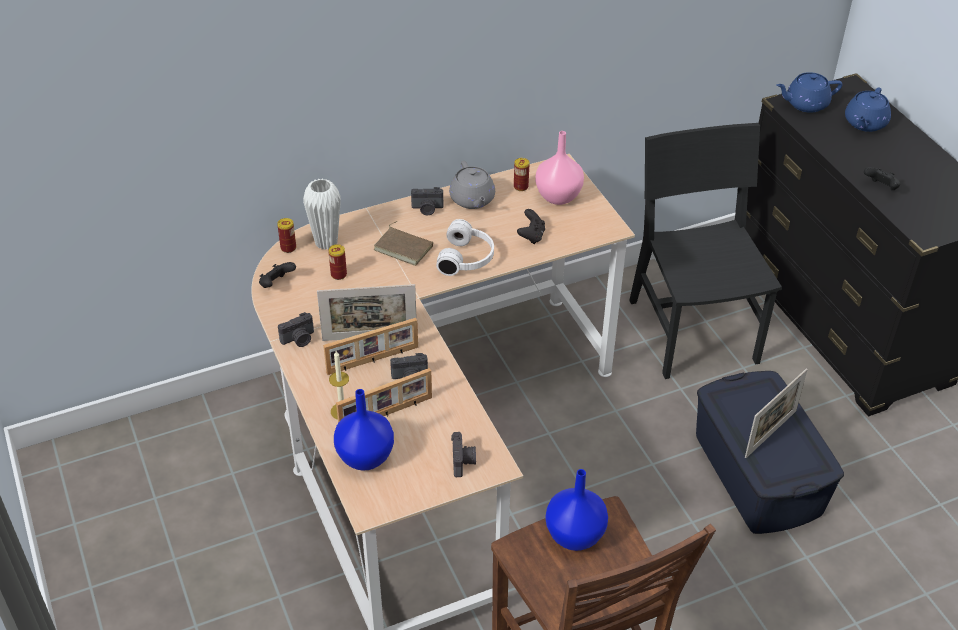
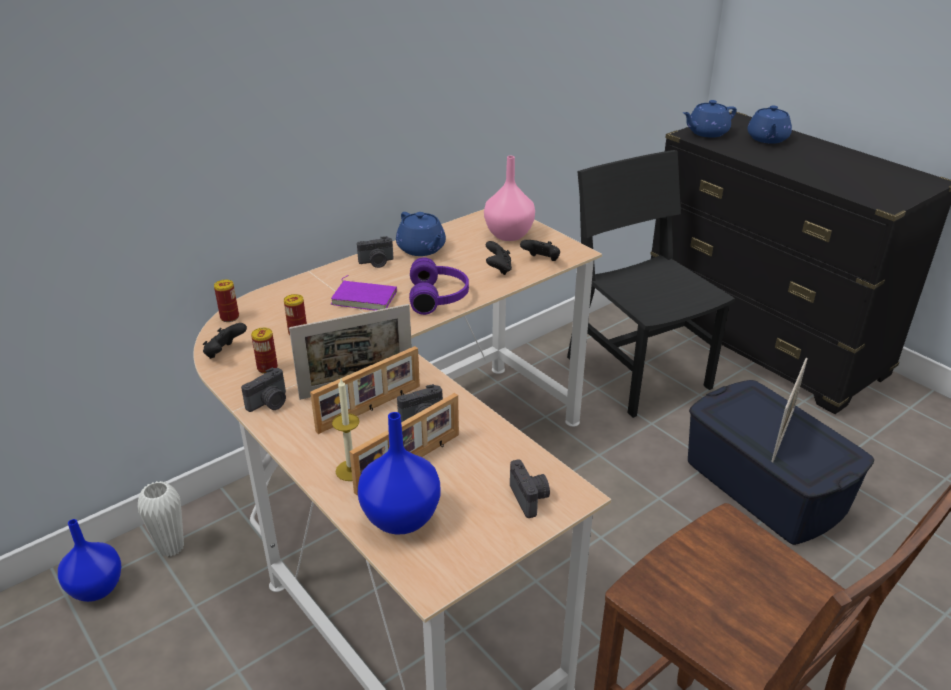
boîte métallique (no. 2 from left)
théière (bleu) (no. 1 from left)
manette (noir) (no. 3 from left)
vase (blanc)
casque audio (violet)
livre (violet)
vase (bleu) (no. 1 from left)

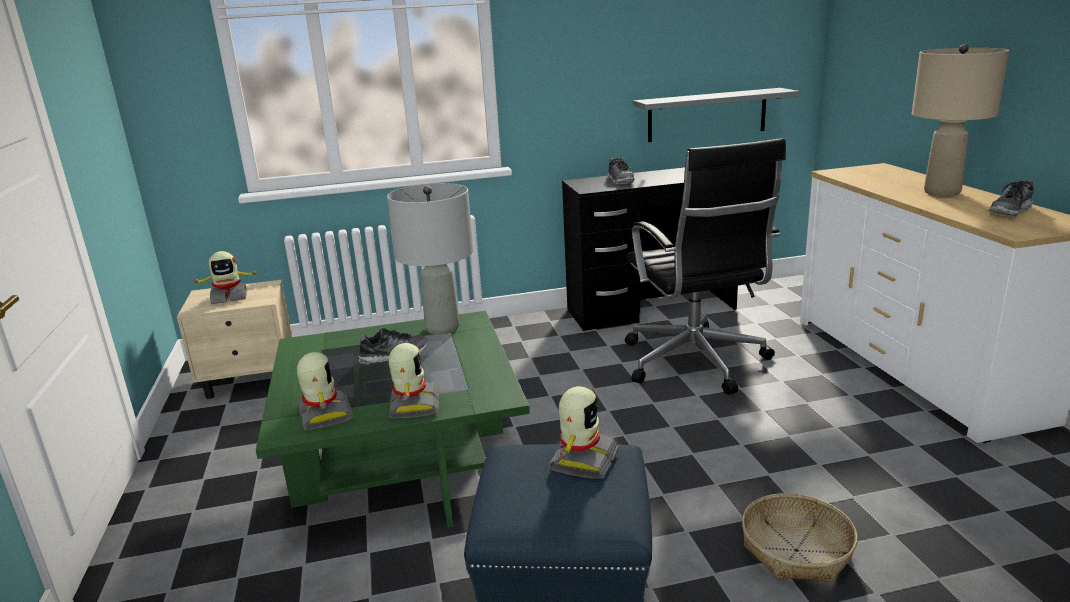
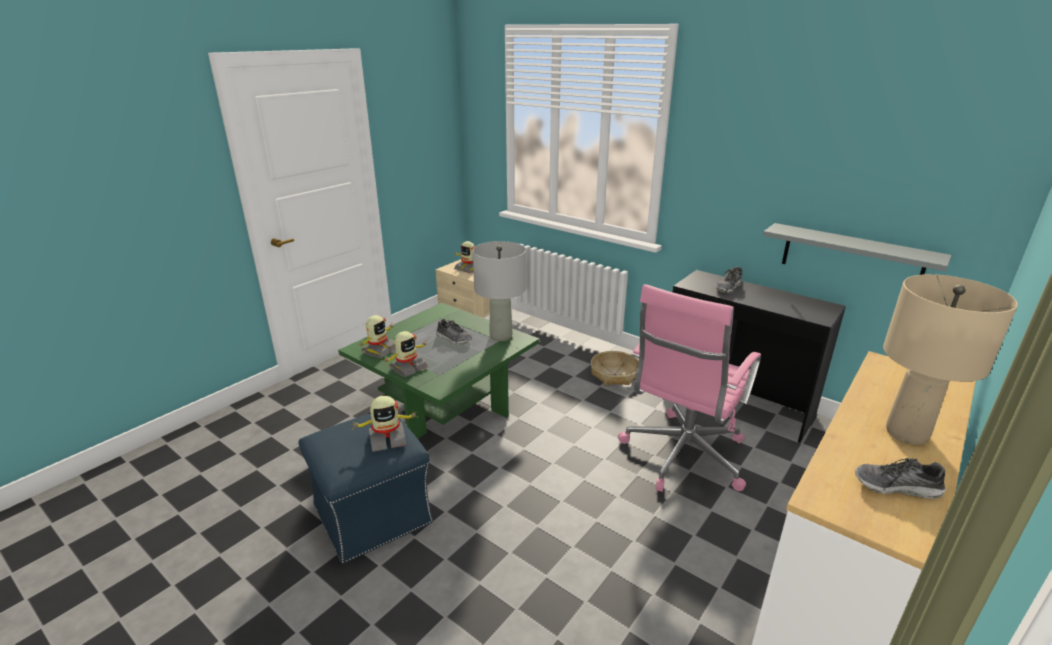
chaise de bureau (rose)
panier

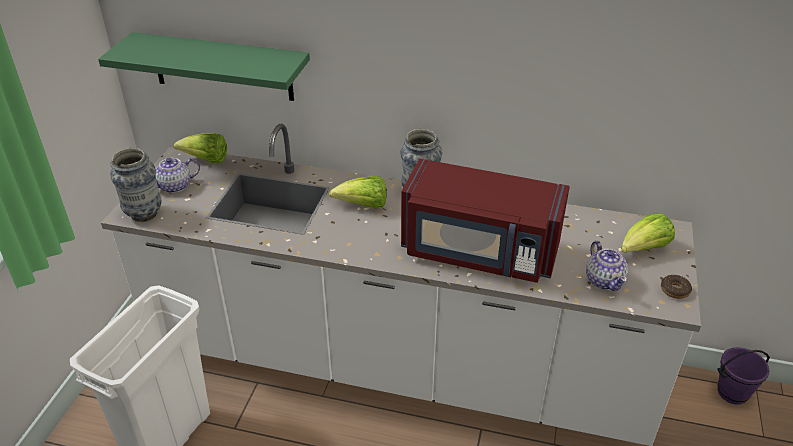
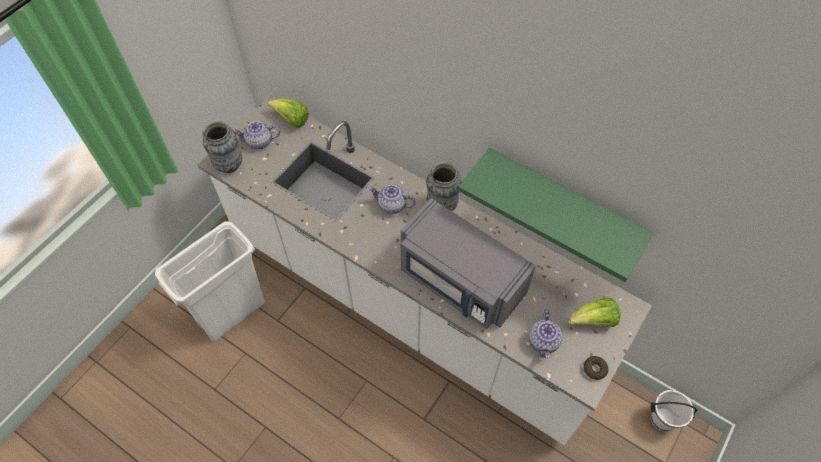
étagère (vert)
micro-ondes (gris)
théière (no. 2 from left)
seau (blanc)

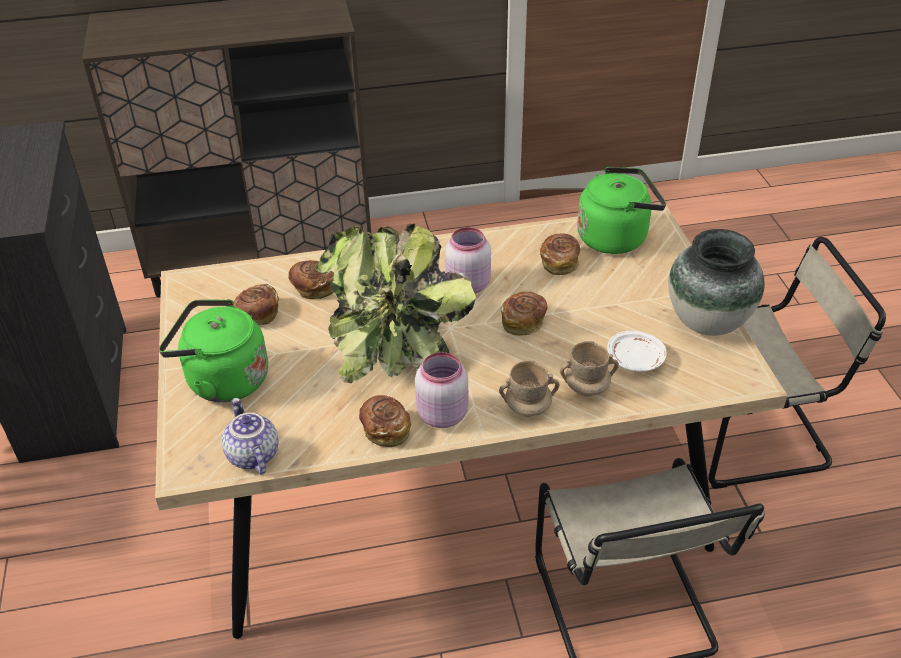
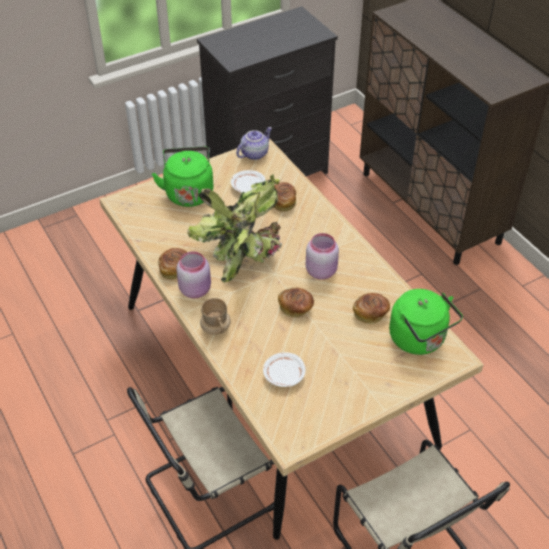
vase
assiette (blanc) (no. 1 from left)
mug (beige) (no. 2 from left in the first image)
théière

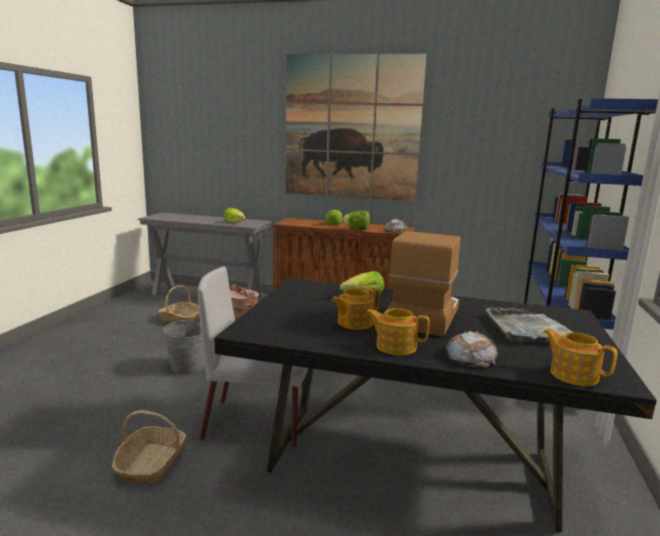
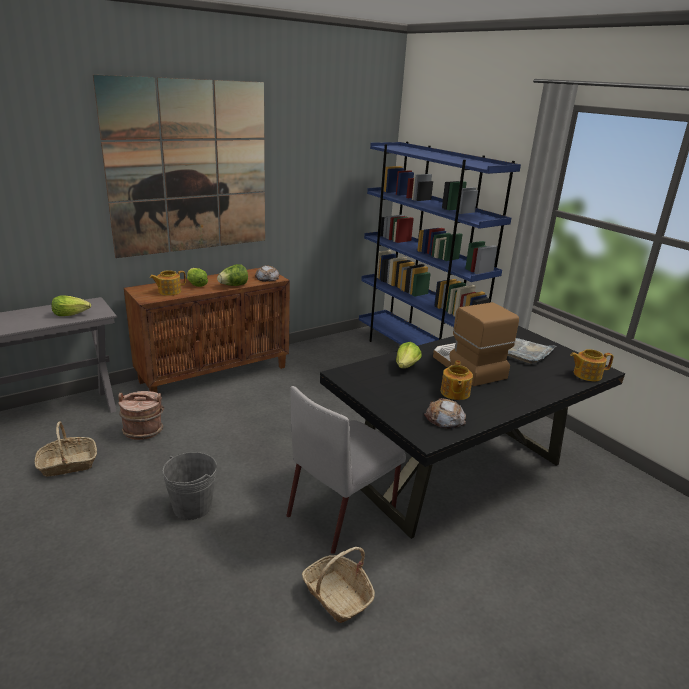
théière (no. 1 from left)
pain (no. 2 from left)

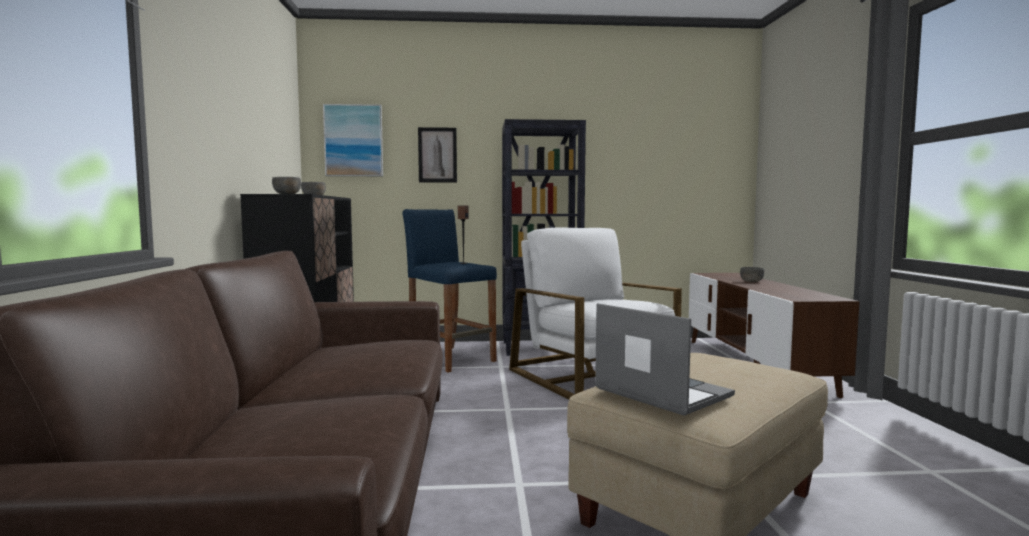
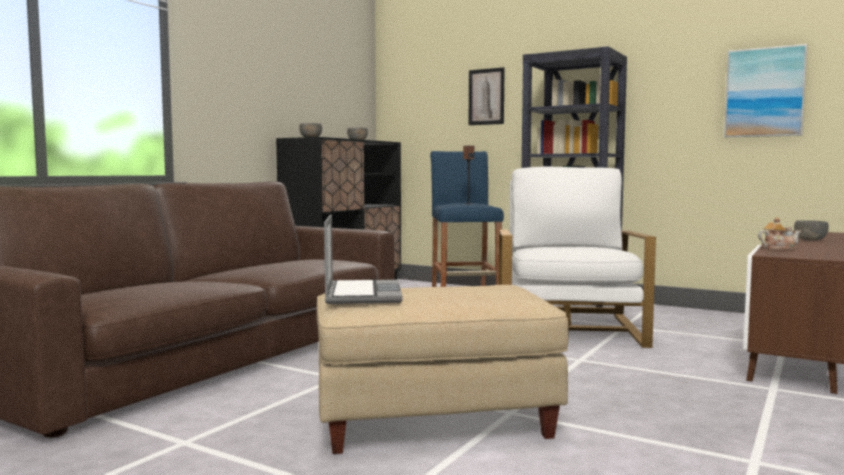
tableau (no. 2 from left)
théière

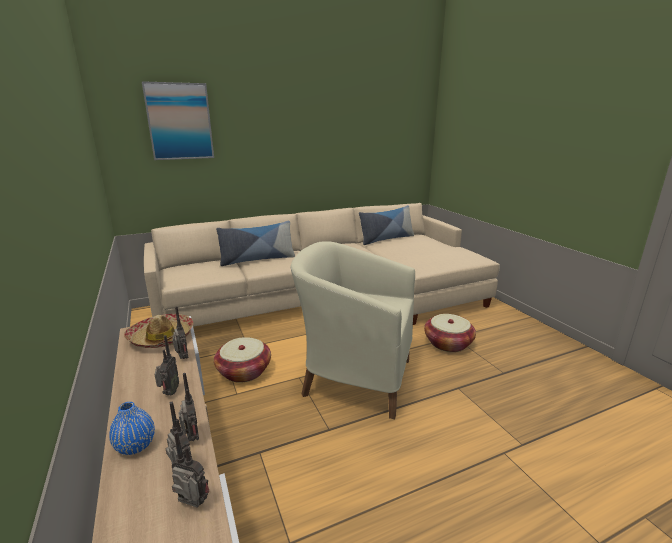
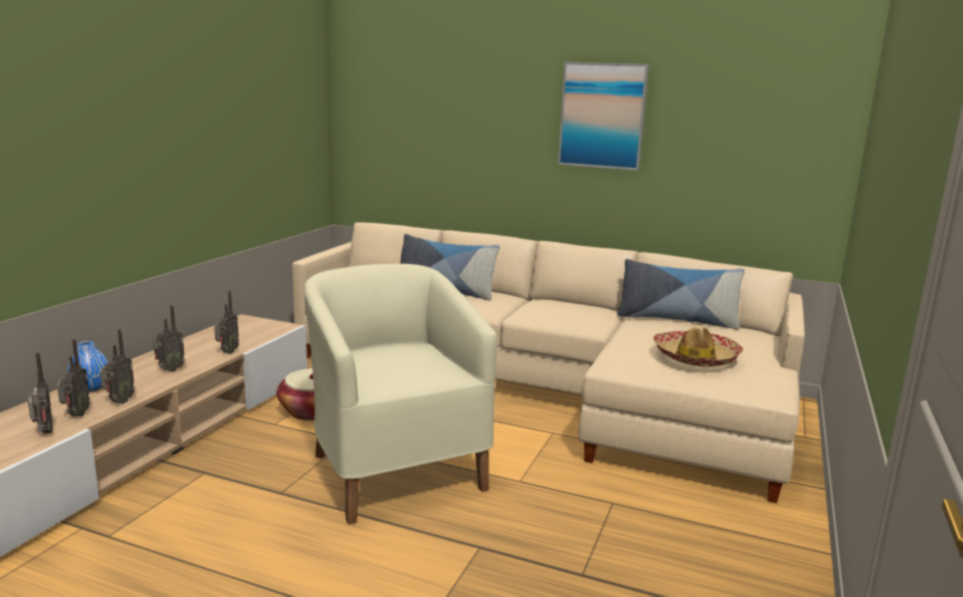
tableau
chapeau
panier (no. 2 from left in the first image)

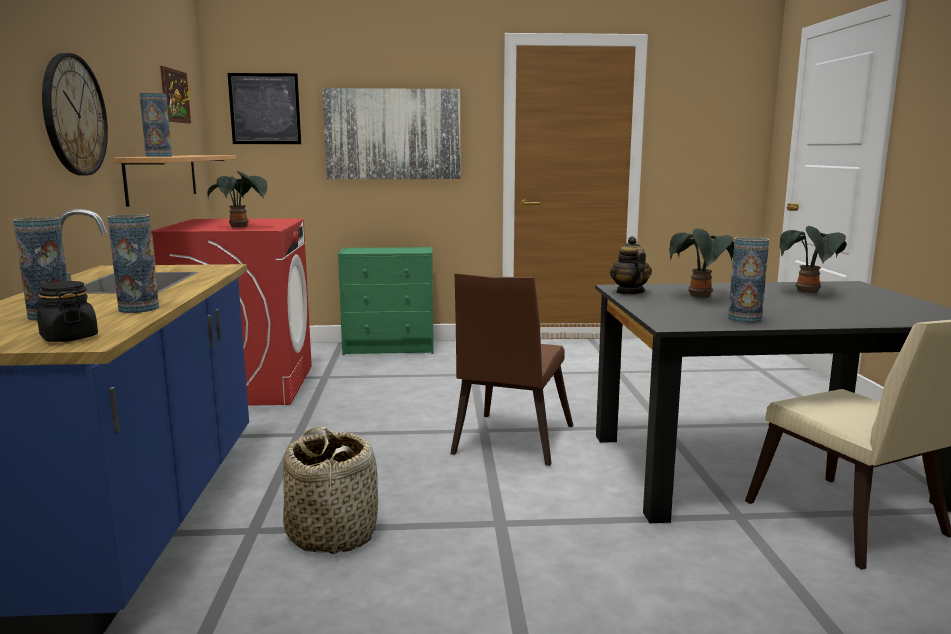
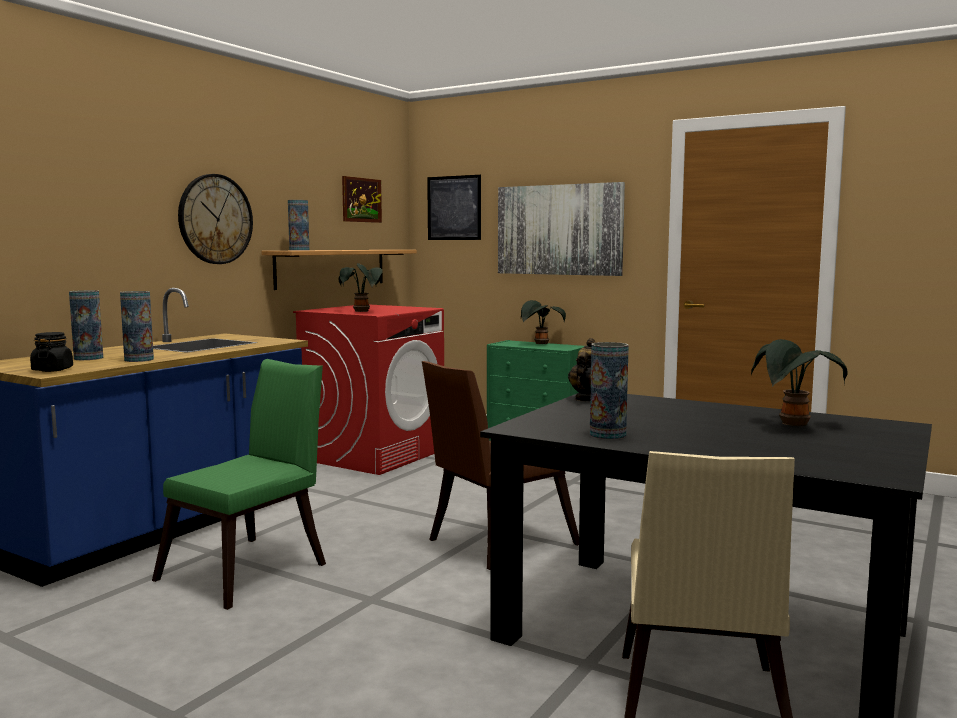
plante en pot (no. 2 from left)
chaise (vert)

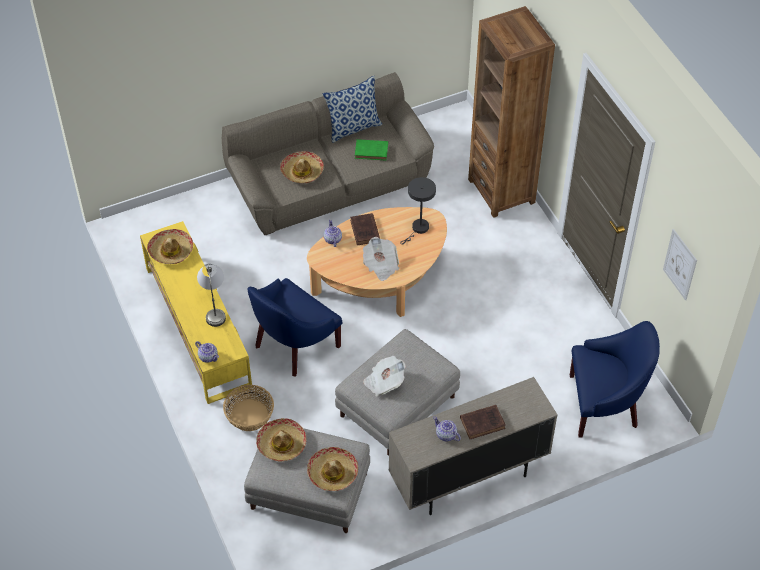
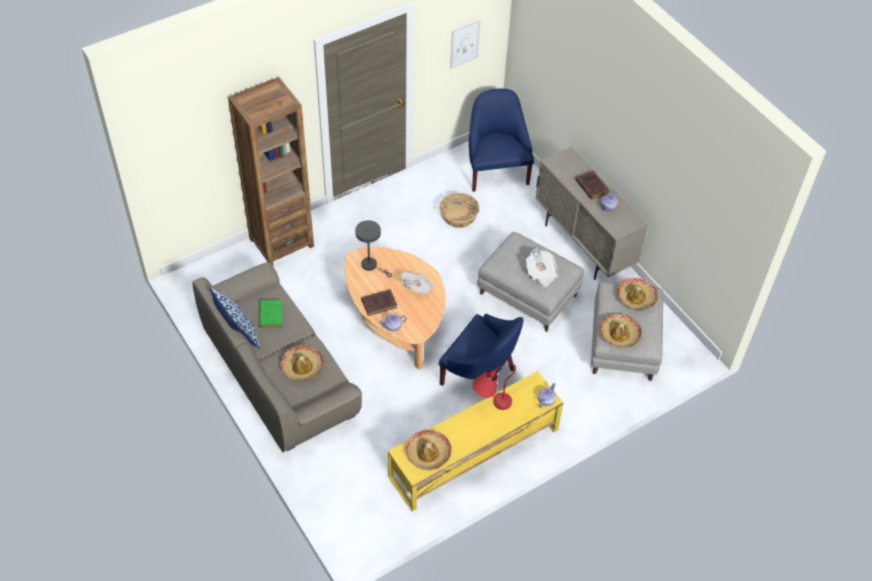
lampe de table (rouge)
panier

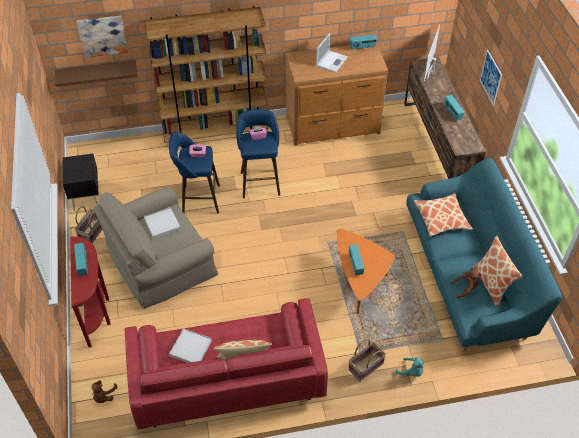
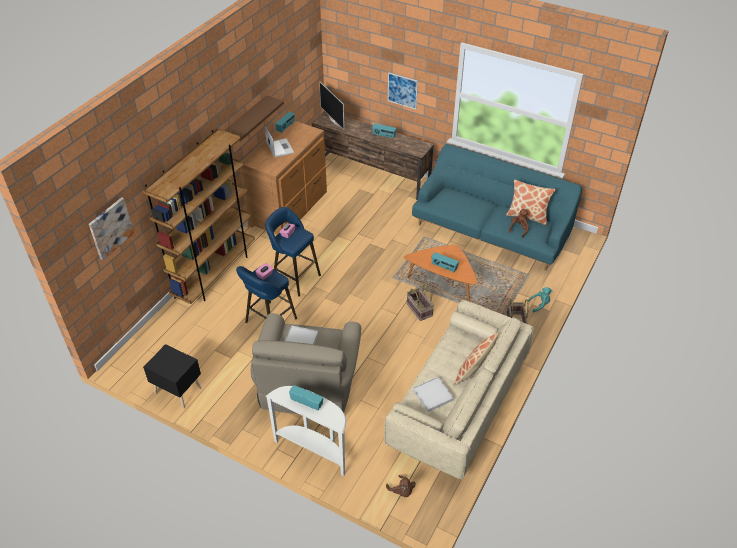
étagère (marron)
coussin (no. 2 from left in the first image)
panier (no. 1 from left)
table console (blanc)
canapé (beige)

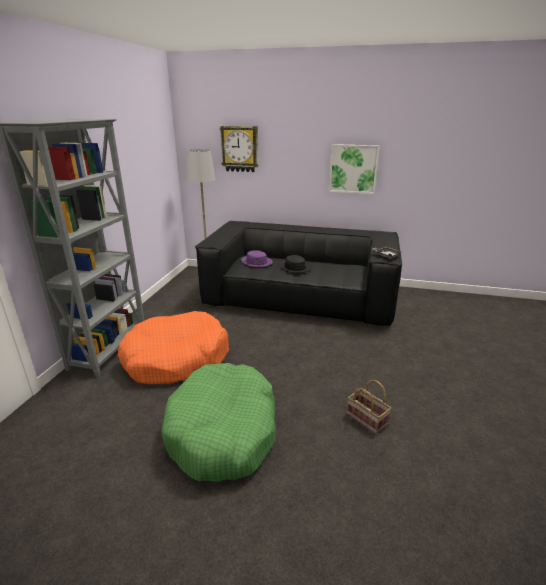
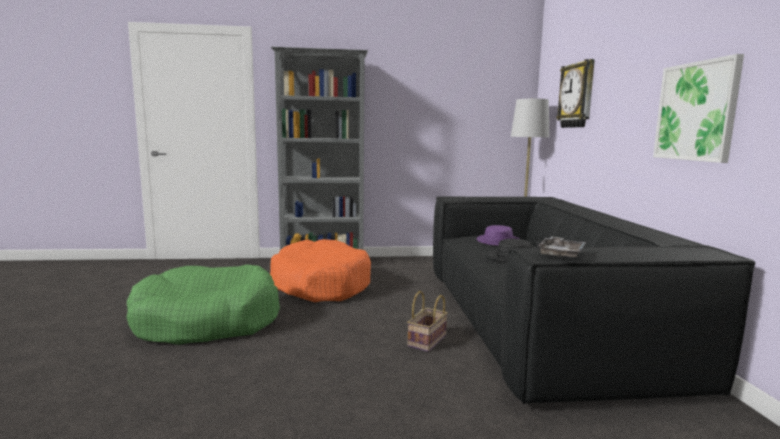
panier

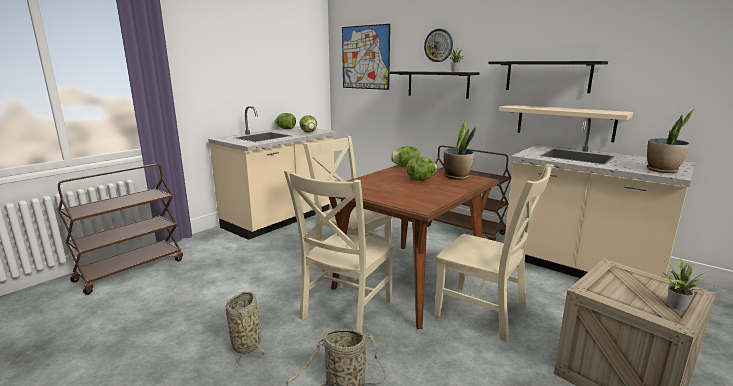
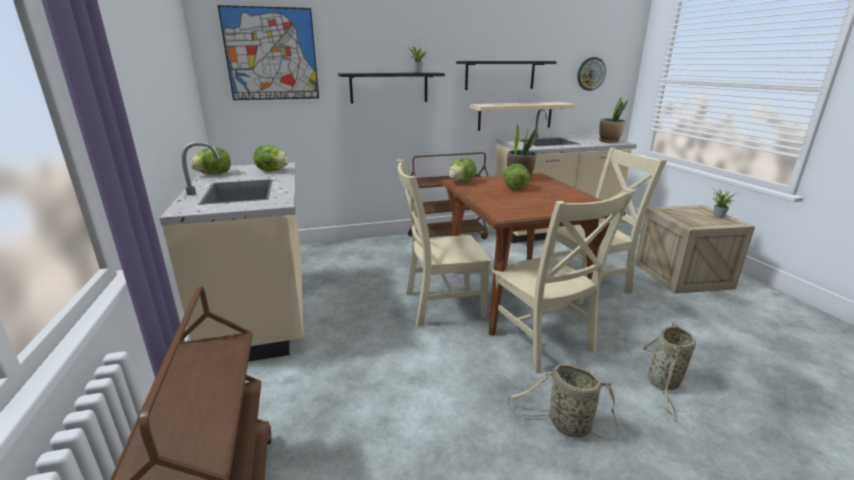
horloge murale

